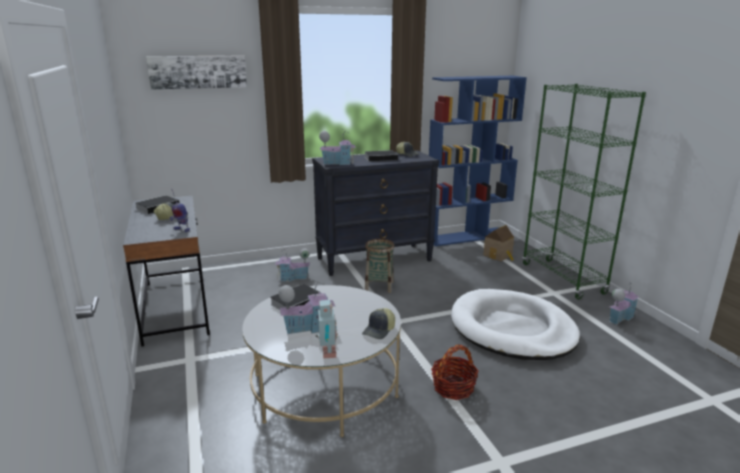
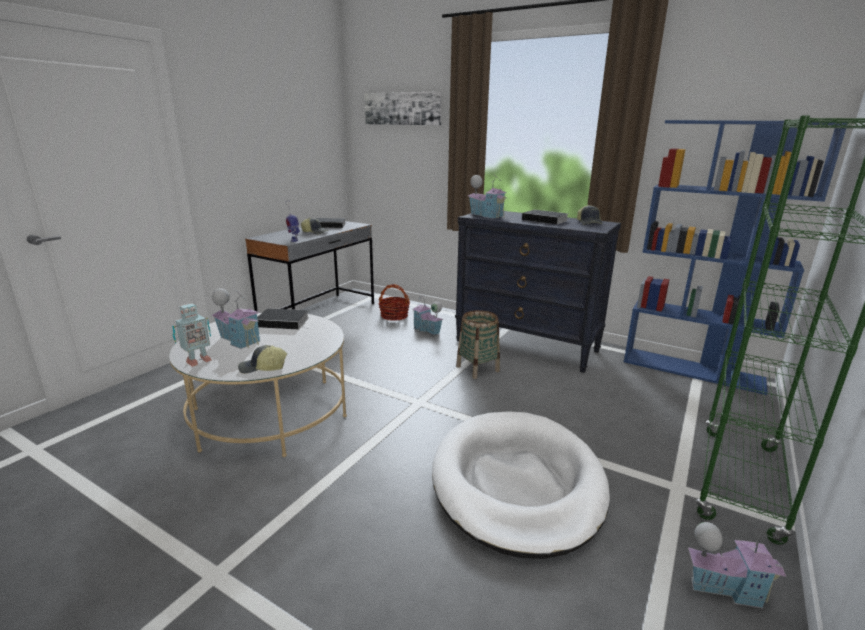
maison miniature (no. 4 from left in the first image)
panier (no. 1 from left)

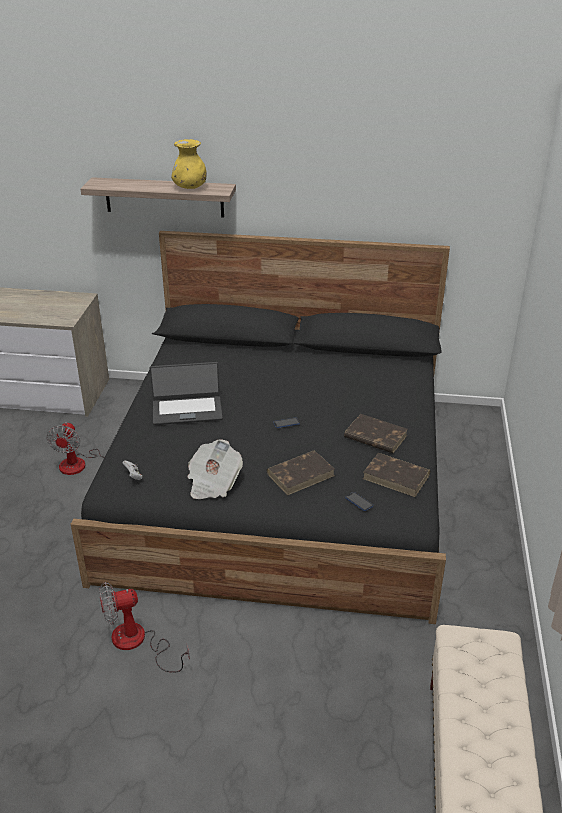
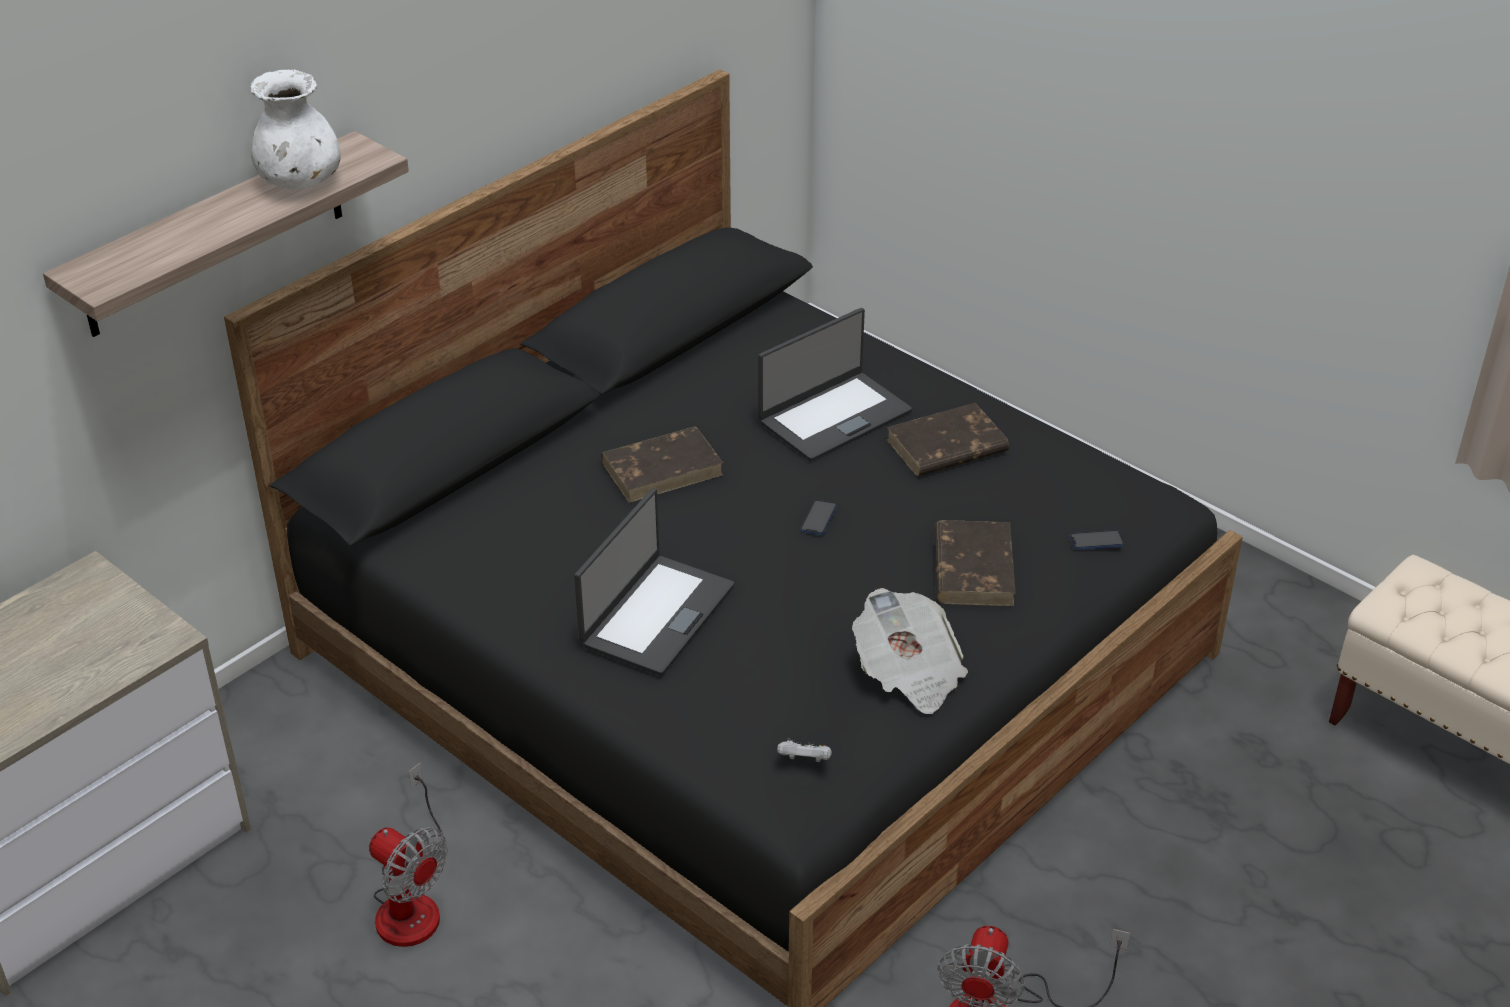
vase (blanc)
livre (marron) (no. 1 from left)
ordinateur portable (no. 2 from left)

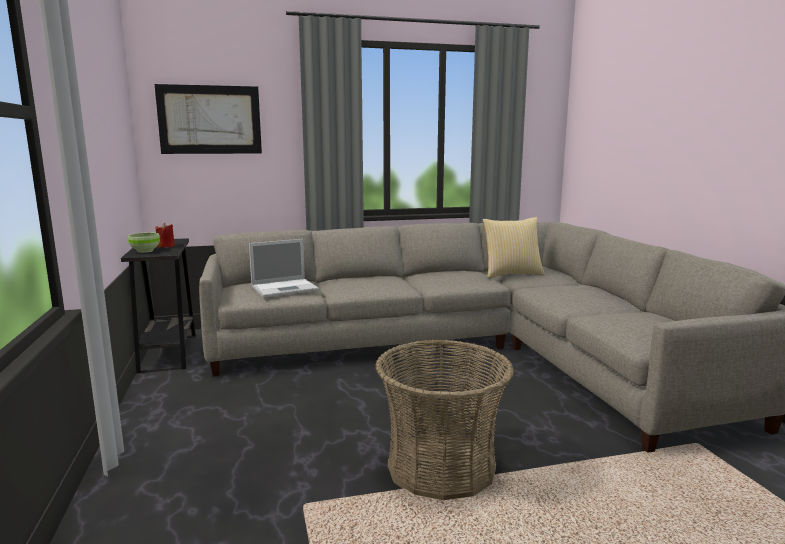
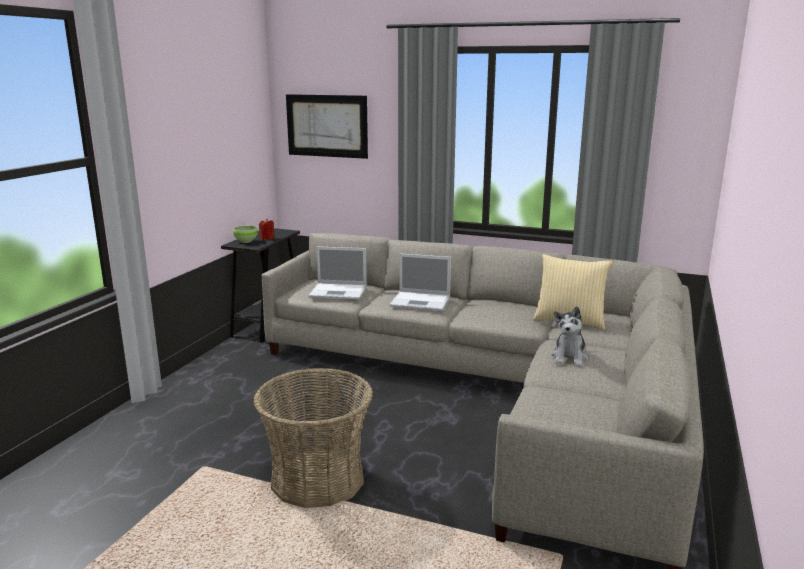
ordinateur portable (no. 2 from left)
peluche

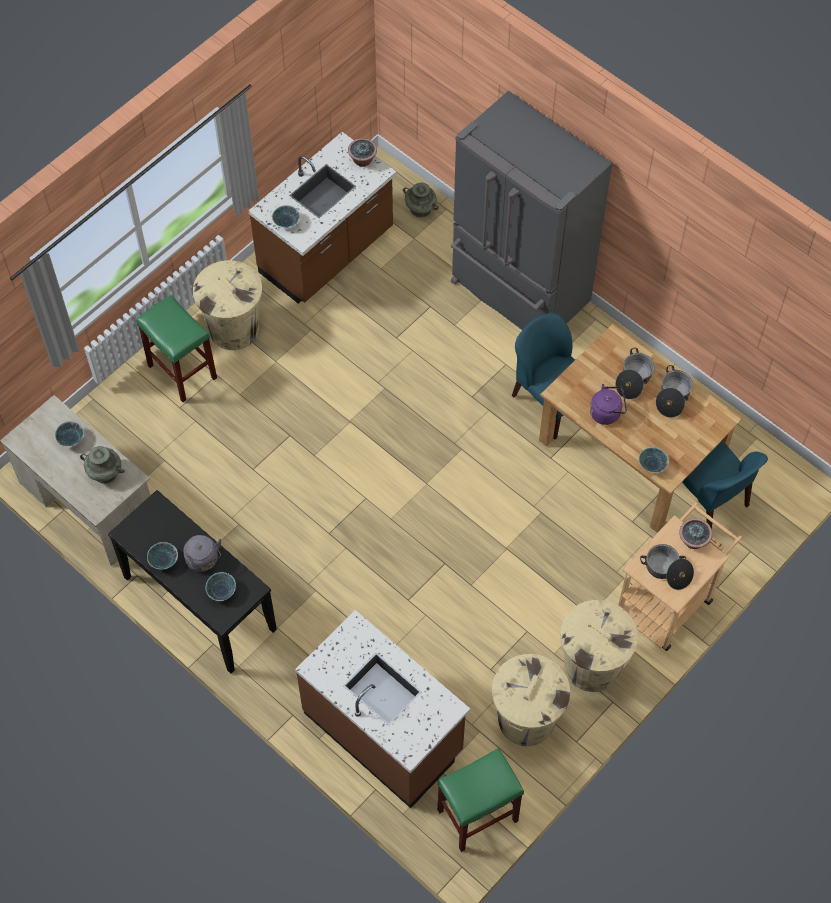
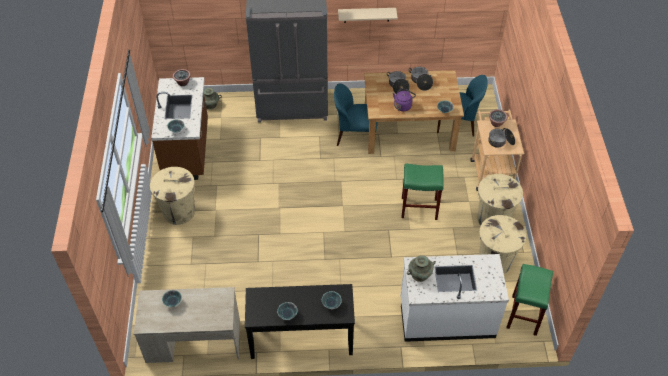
tabouret (vert) (no. 1 from left)
vase (turquoise) (no. 2 from left)
bouilloire (gris)
comptoir de cuisine (blanc)
étagère (beige)

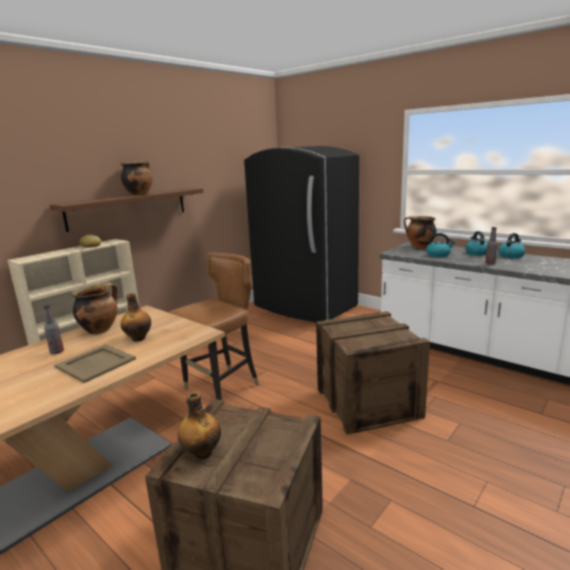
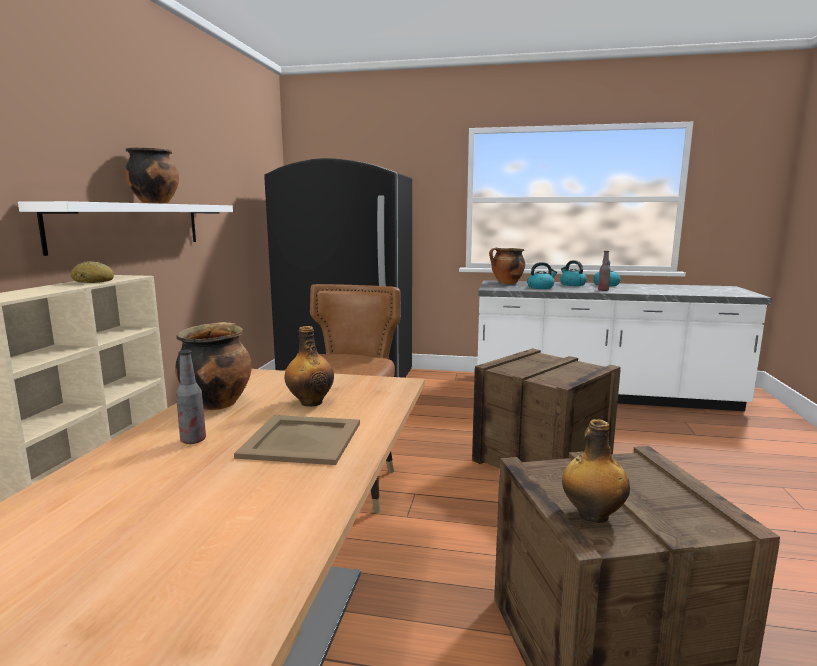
étagère (blanc)

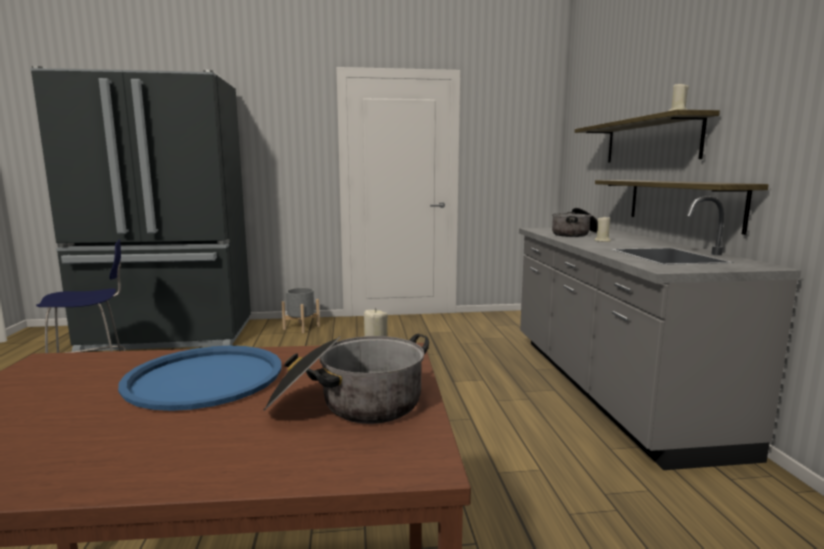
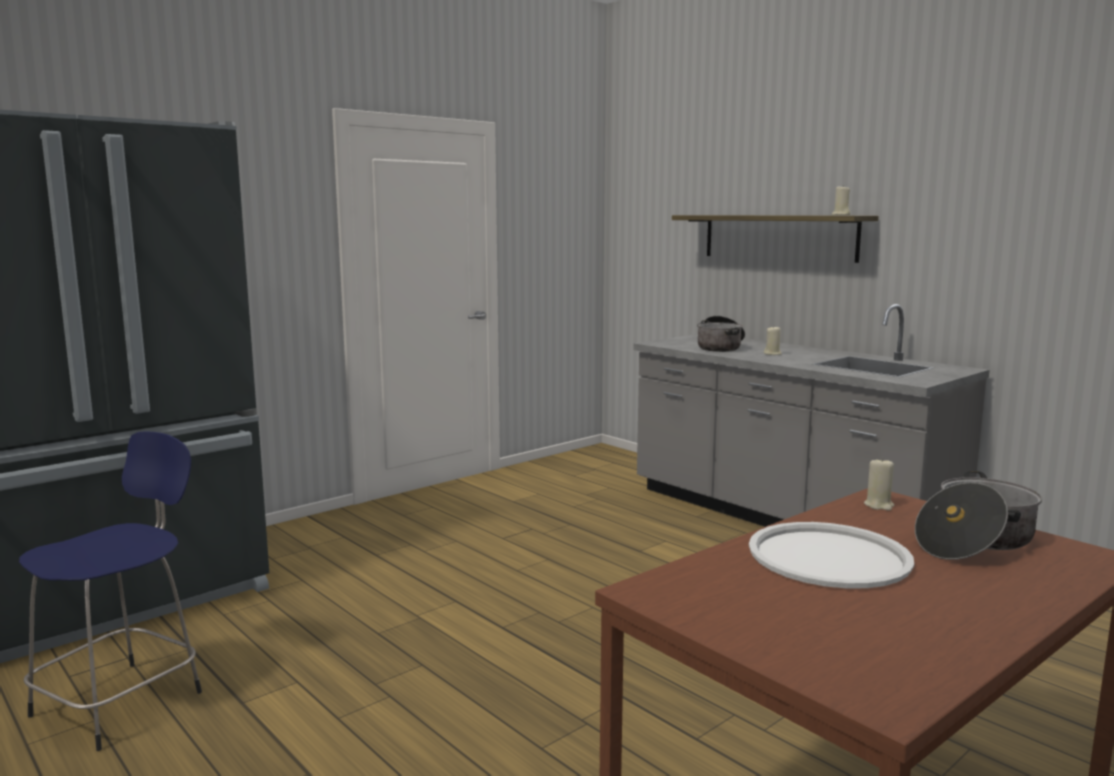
étagère (no. 2 from left in the first image)
cache-pot (gris)
plateau (blanc)

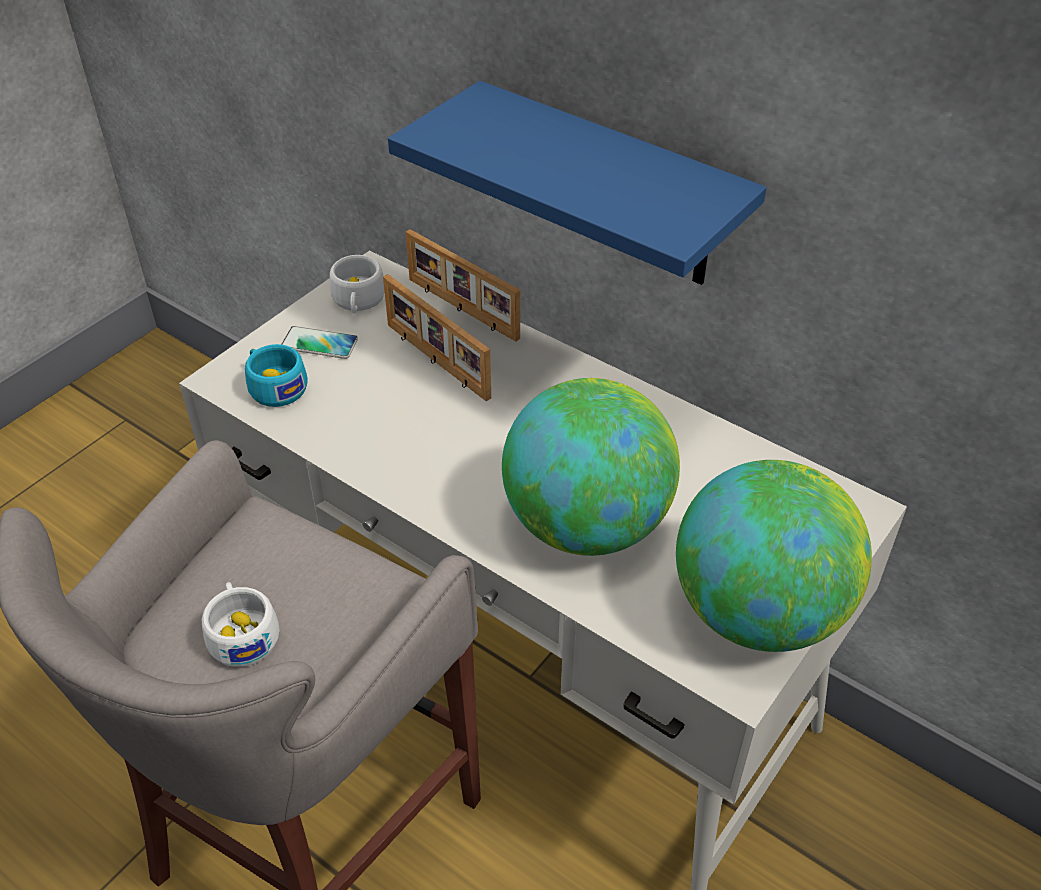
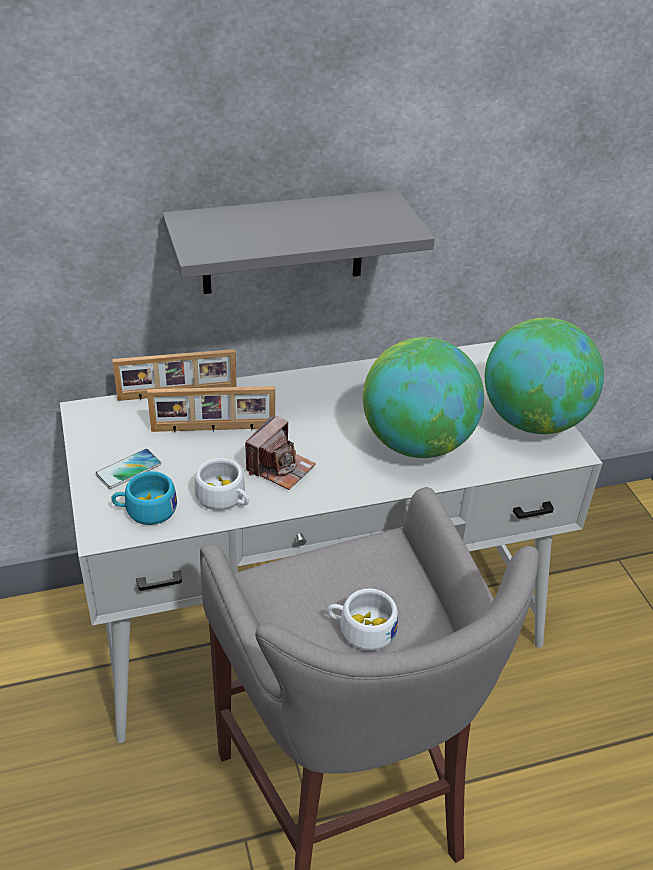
étagère (gris)
tasse (blanc) (no. 1 from left)
appareil photo

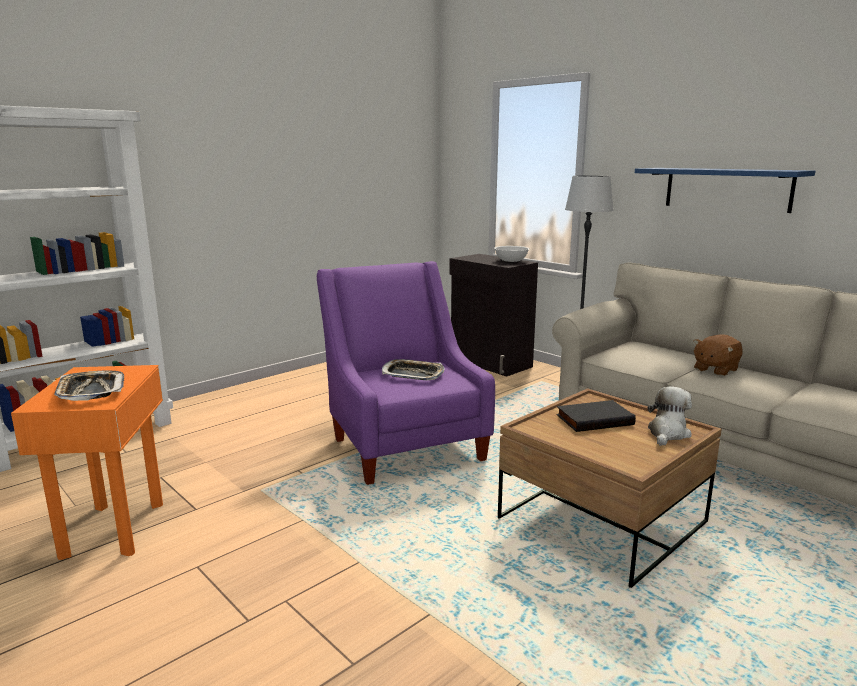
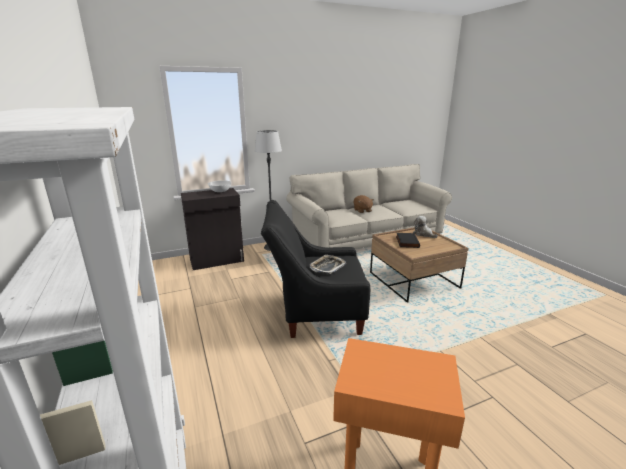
étagère (bleu)
fauteuil (noir)
plateau (no. 1 from left in the first image)

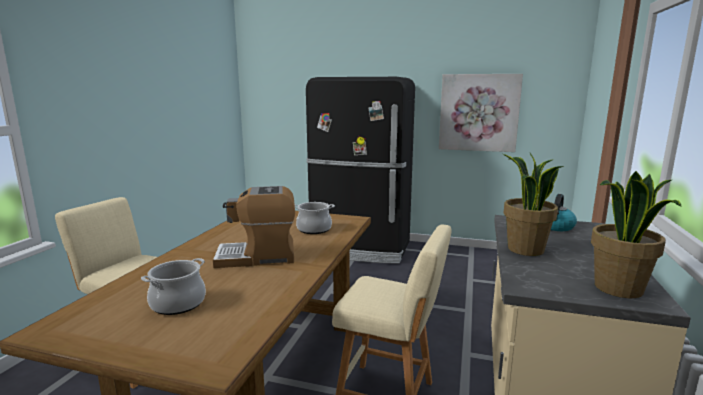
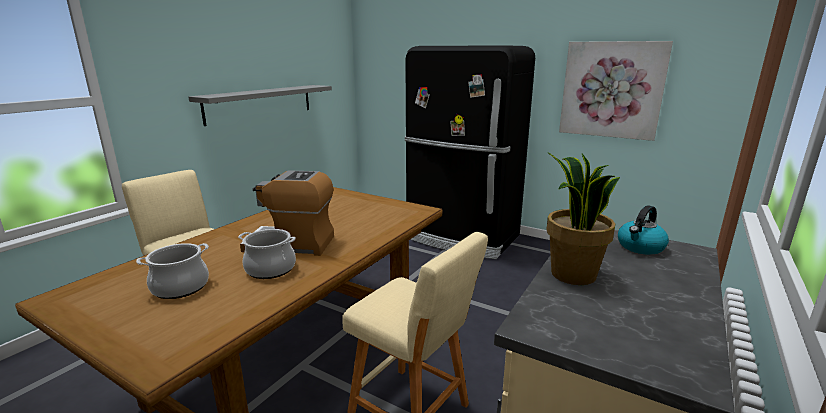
plante en pot (no. 2 from left in the first image)
marmite (no. 2 from left)
étagère (gris)

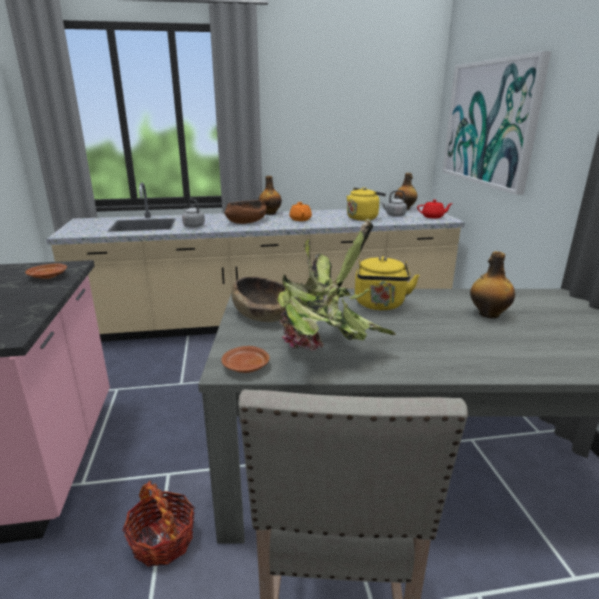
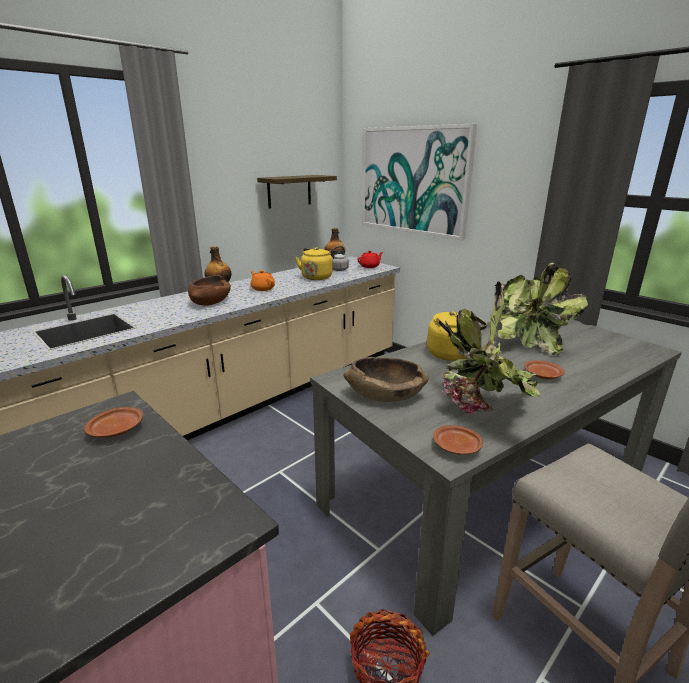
bouilloire (gris) (no. 1 from left in the first image)
plante en pot (no. 2 from left)
étagère
assiette (marron) (no. 3 from left)

